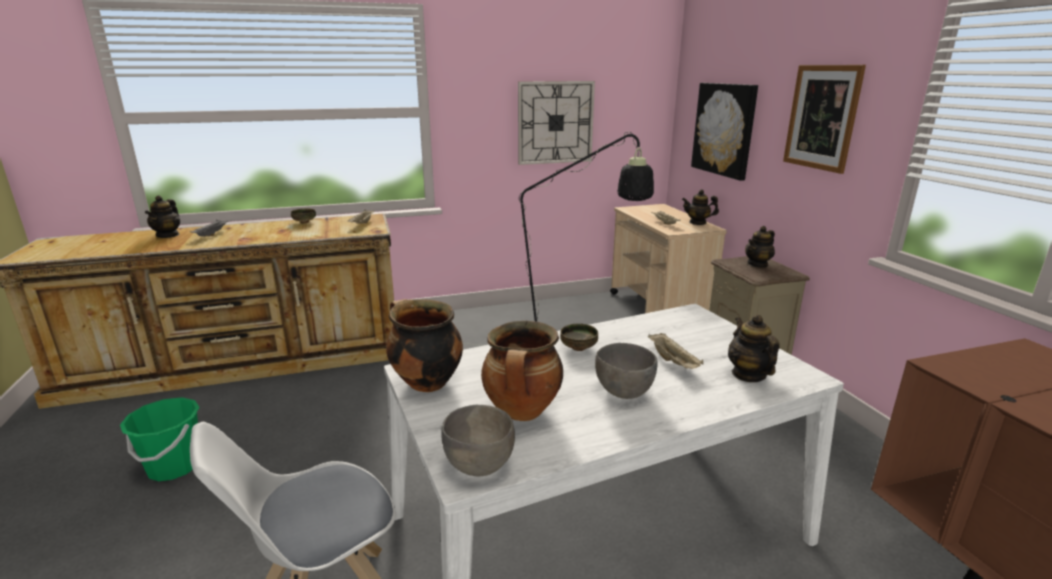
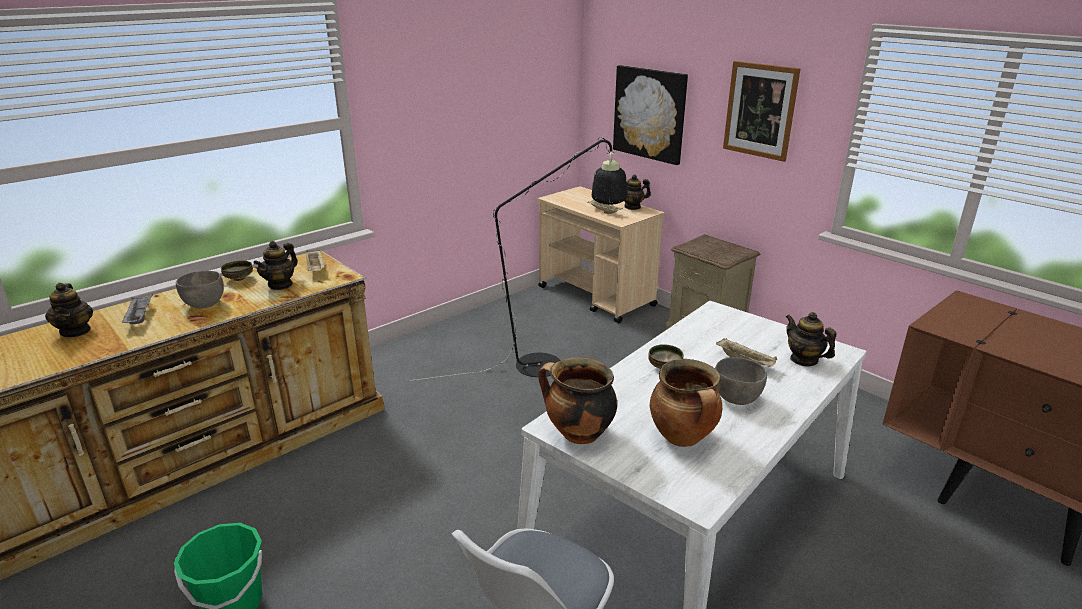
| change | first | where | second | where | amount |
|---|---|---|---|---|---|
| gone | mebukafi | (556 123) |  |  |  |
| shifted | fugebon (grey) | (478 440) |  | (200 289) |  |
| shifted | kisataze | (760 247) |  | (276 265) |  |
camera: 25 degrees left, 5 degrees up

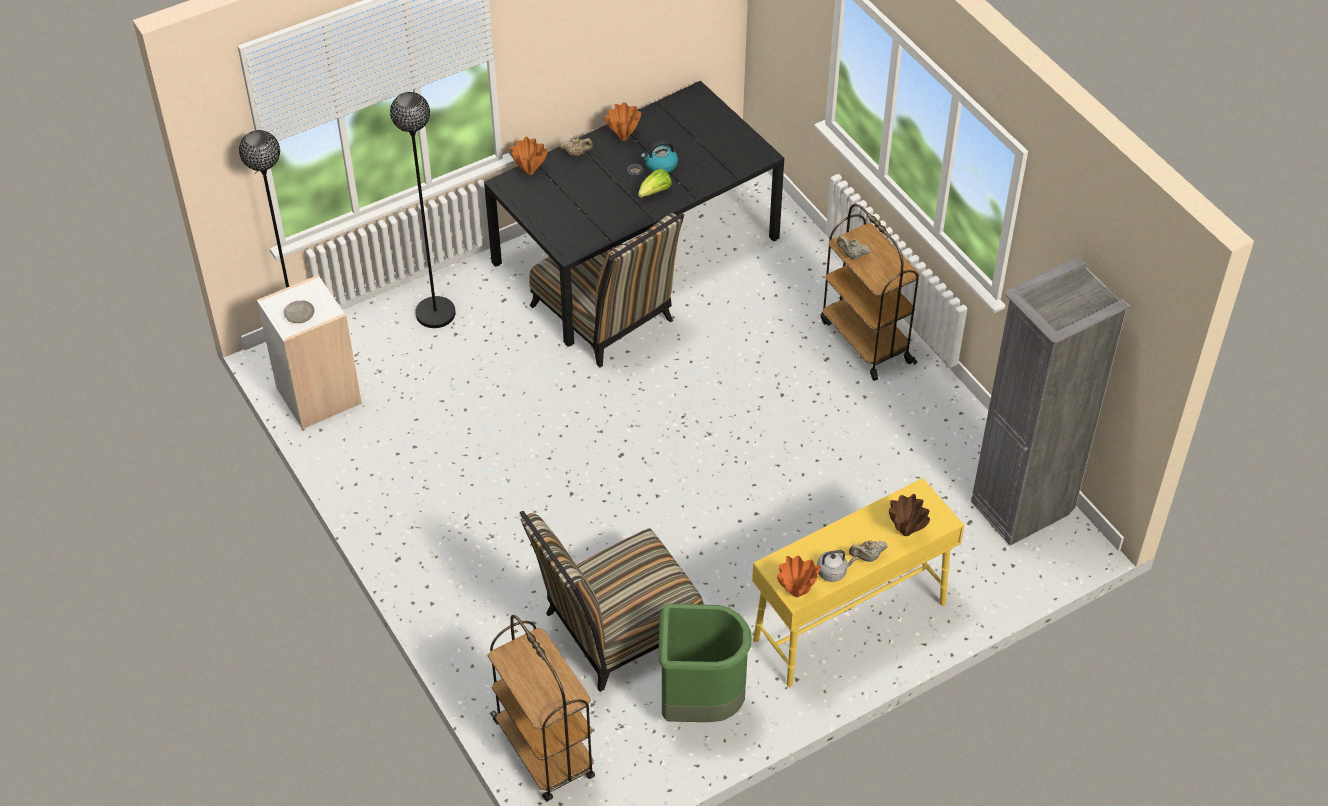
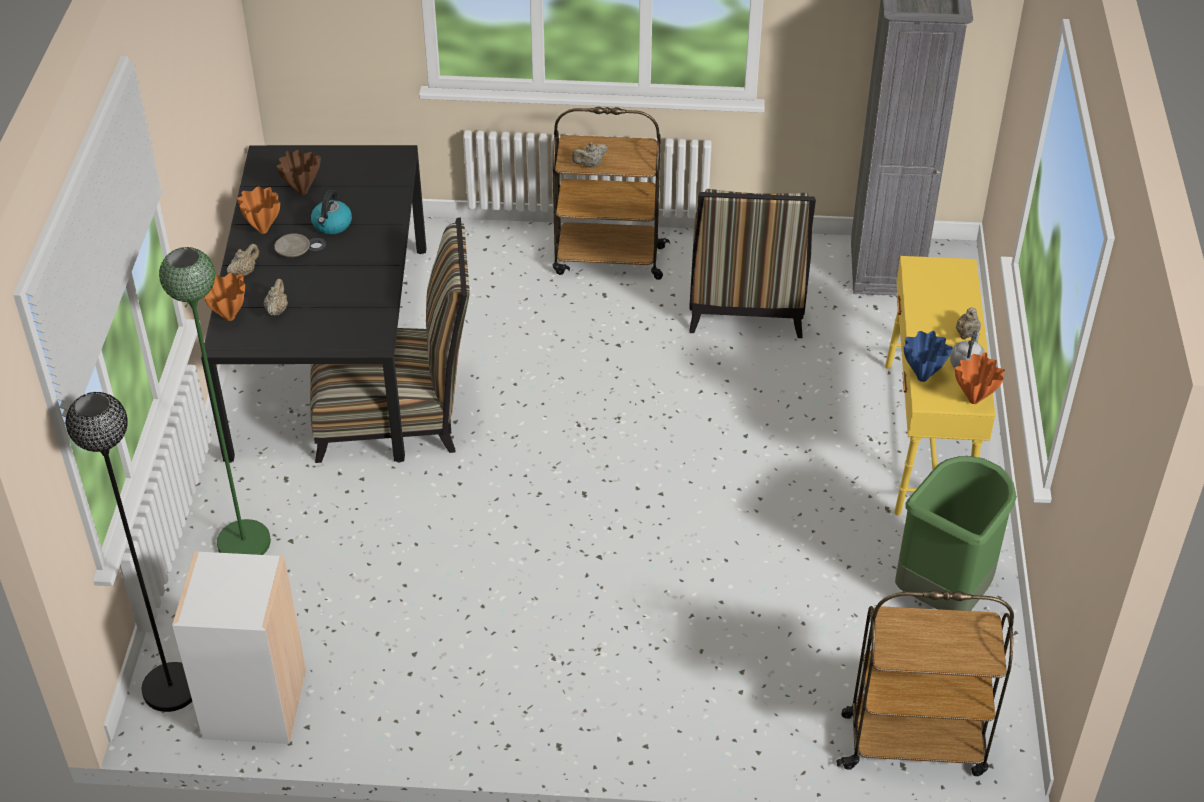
| change | first | where | second | where | amount |
|---|---|---|---|---|---|
| gone | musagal | (655 183) |  |  |  |
| new |  |  | kisataze (beige) | (276 297) |  |
| new |  |  | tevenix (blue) | (928 356) |  |
| shifted | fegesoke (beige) | (299 311) |  | (292 245) |  |
| shifted | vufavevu | (612 601) |  | (752 263) |  |
| shifted | tevenix (brown) | (909 515) |  | (298 172) |  |
| repainted | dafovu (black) | (423 210) | dafovu (green) | (215 401) |  |
camera: 55 degrees left, 5 degrees down

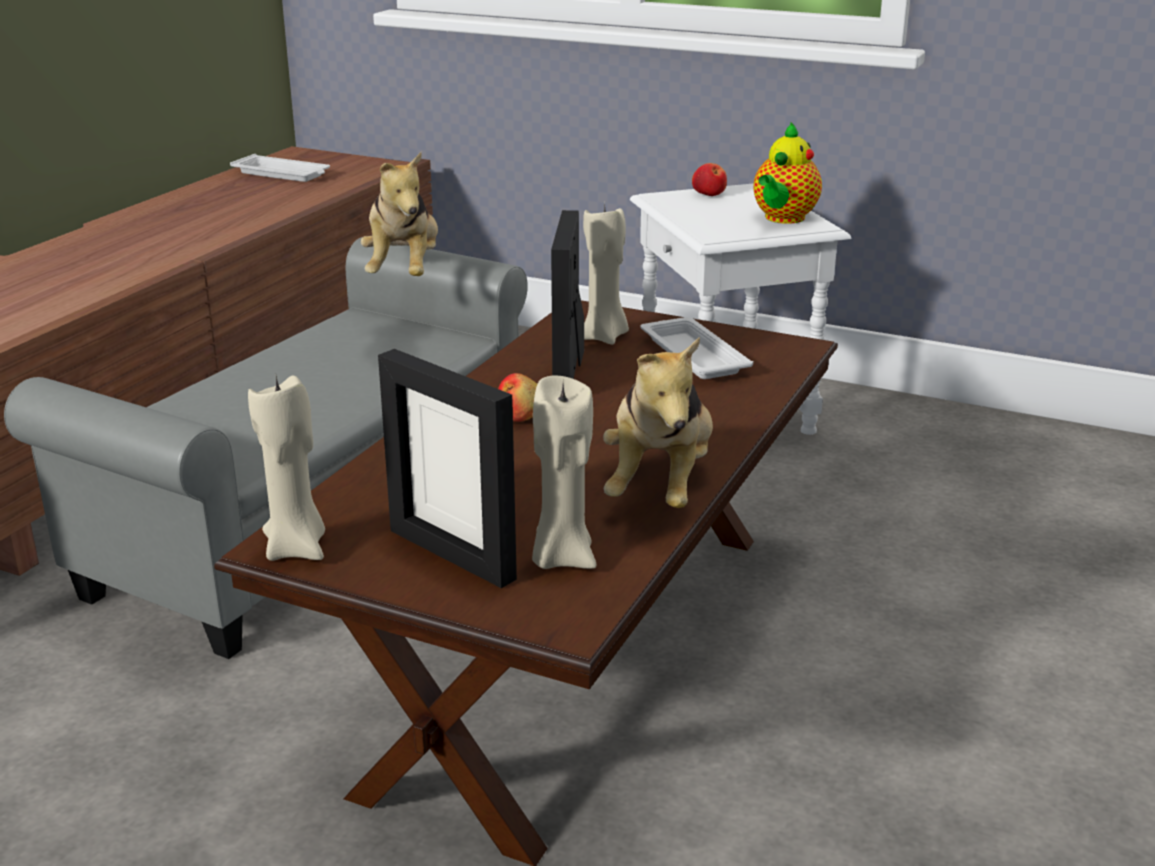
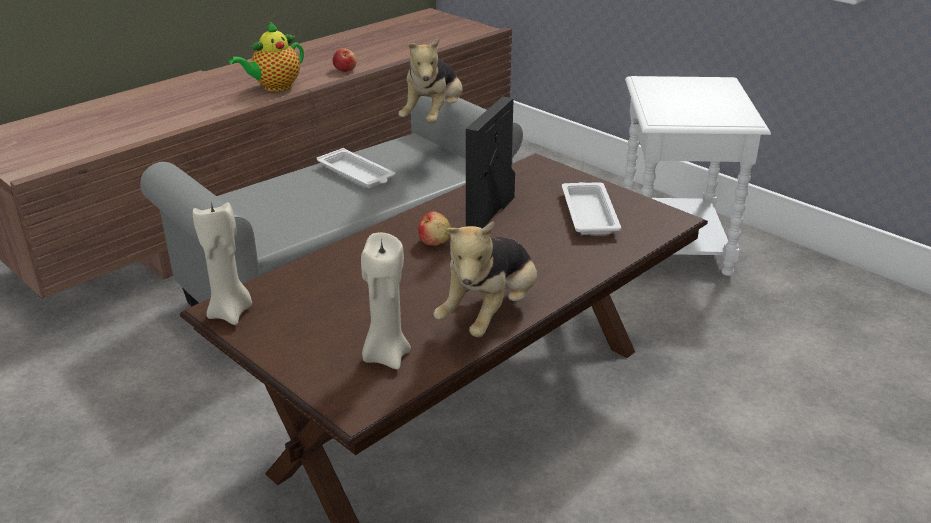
| change | first | where | second | where | amount |
|---|---|---|---|---|---|
| gone | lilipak | (447 468) |  |  |  |
| gone | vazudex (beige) | (606 274) |  |  |  |
| shifted | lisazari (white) | (280 168) |  | (356 168) |  |
| shifted | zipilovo | (709 179) |  | (345 60) |  |
| shifted | kisataze | (787 173) |  | (266 56) |  |
camera: 20 degrees right, 5 degrees up

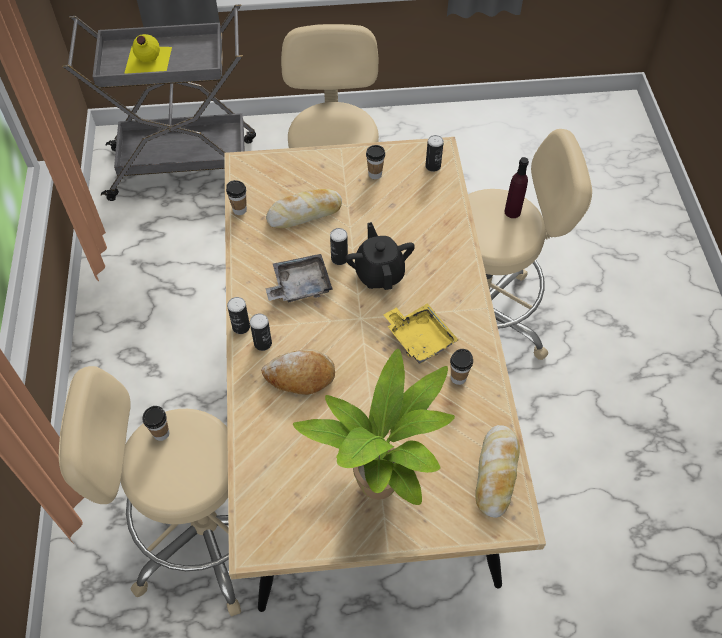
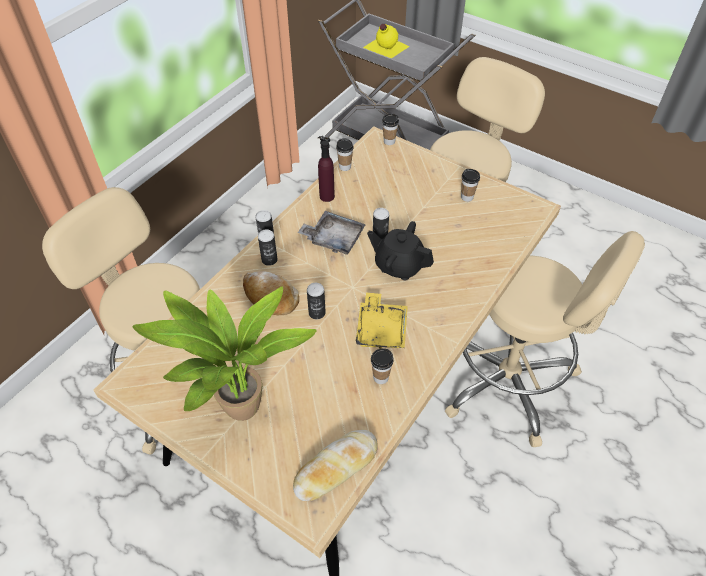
| change | first | where | second | where | amount |
|---|---|---|---|---|---|
| gone | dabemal | (304 208) |  |  |  |
| shifted | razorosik | (155 423) |  | (390 129) |  |
| shifted | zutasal | (434 153) |  | (316 301) |  |
| shifted | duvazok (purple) | (516 187) |  | (326 171) |  |
| rotated | kisataze (black) | (380 256) |  | (400 250) | 90 degrees counterclockwise |
camera: 40 degrees right, 5 degrees down

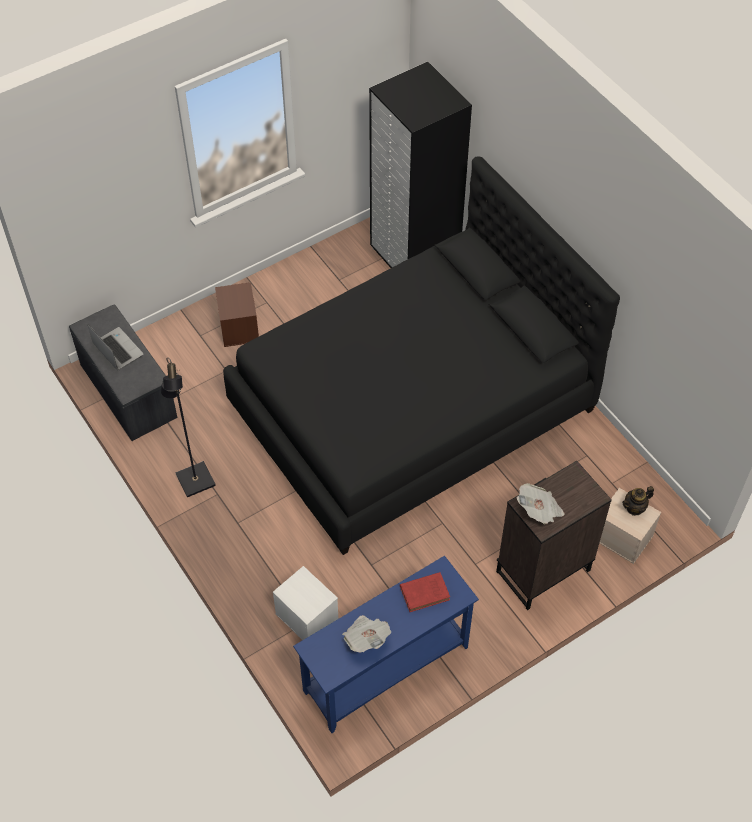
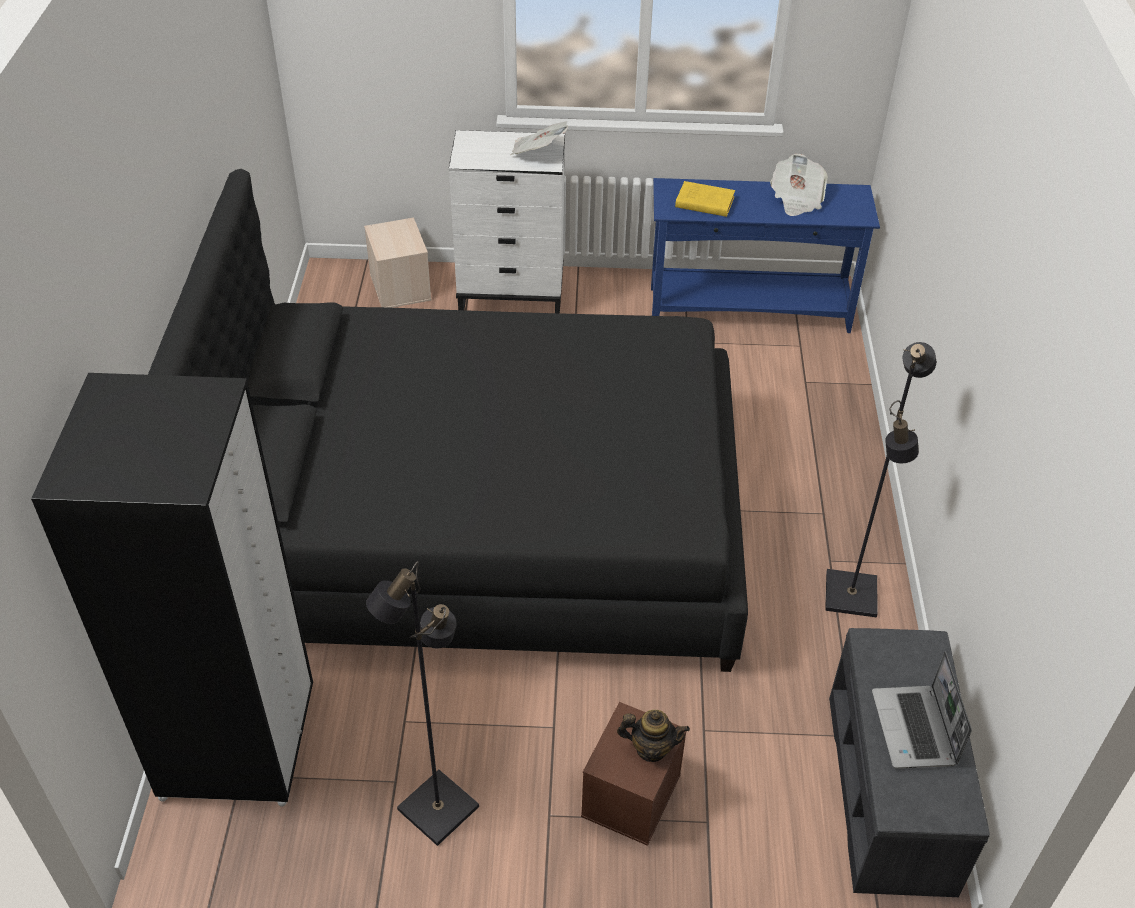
| change | first | where | second | where | amount |
|---|---|---|---|---|---|
| gone | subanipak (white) | (305 603) |  |  |  |
| new |  |  | dafovu (black) | (422 703) |  |
| shifted | kisataze | (638 501) |  | (653 736) |  |
| repainted | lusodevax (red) | (425 592) | lusodevax (yellow) | (705 199) |  |
| repainted | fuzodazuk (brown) | (554 535) | fuzodazuk (white) | (507 221) |  |
camera: 145 degrees left, 10 degrees down

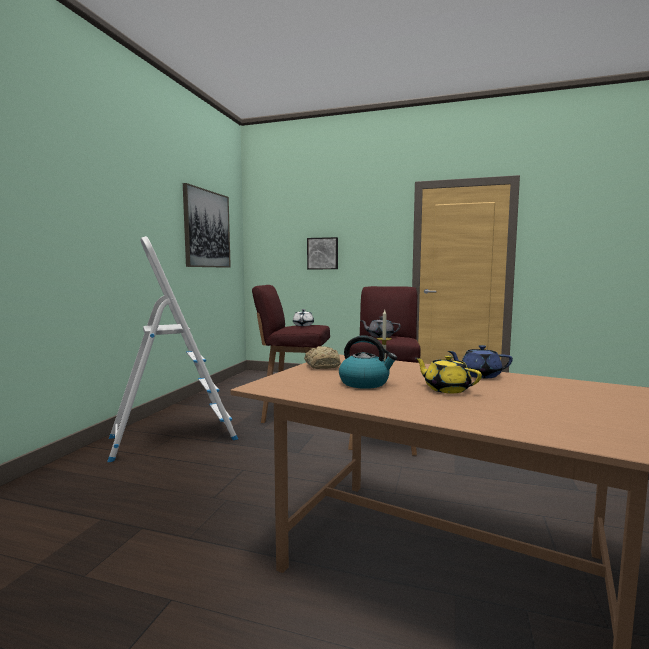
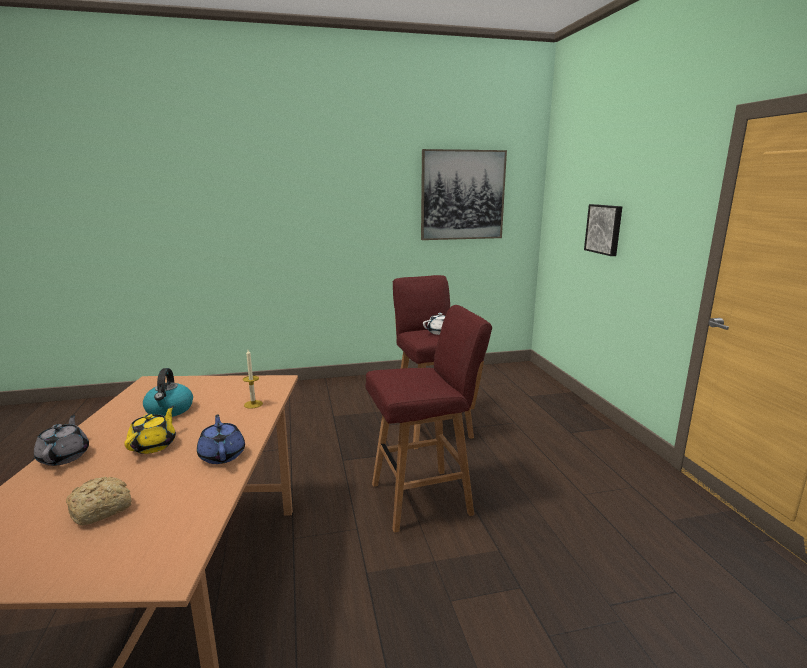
| change | first | where | second | where | amount |
|---|---|---|---|---|---|
| gone | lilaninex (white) | (172 349) |  |  |  |
| shifted | dabemal | (322 357) |  | (98 501) |  |
| shifted | kisataze (grey) | (380 327) |  | (61 440) |  |
camera: 60 degrees right, 10 degrees up

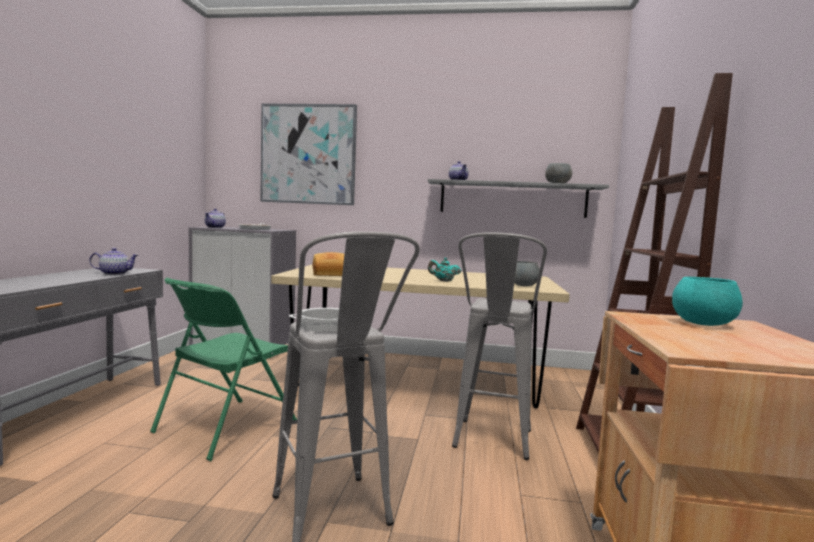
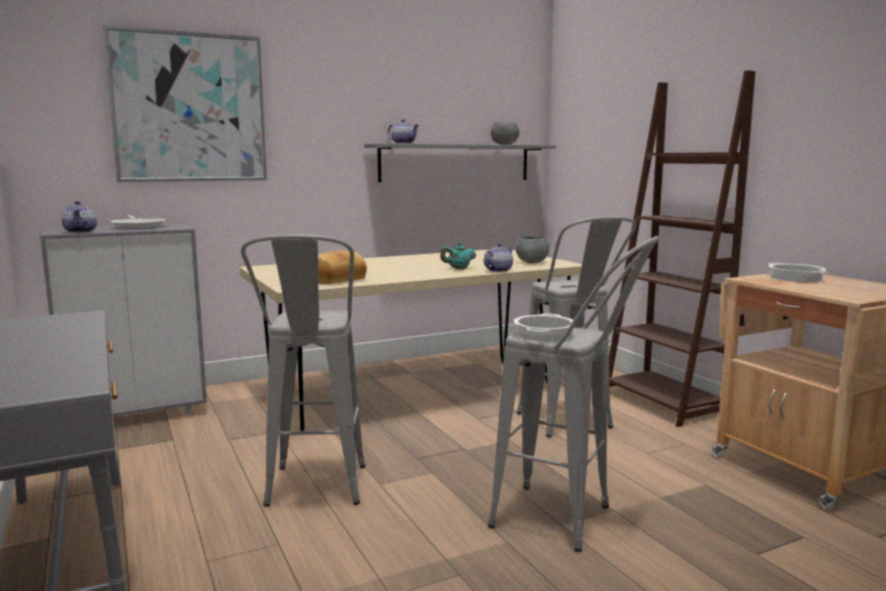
| change | first | where | second | where | amount |
|---|---|---|---|---|---|
| shifted | kisataze | (113 261) |  | (498 257) |  |
| swapped | vufavevu (green) | (223 369) | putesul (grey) | (303 370) |  |
| swapped | fugebon (turquoise) | (707 301) | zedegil | (797 272) |  |
camera: 35 degrees left, 5 degrees up

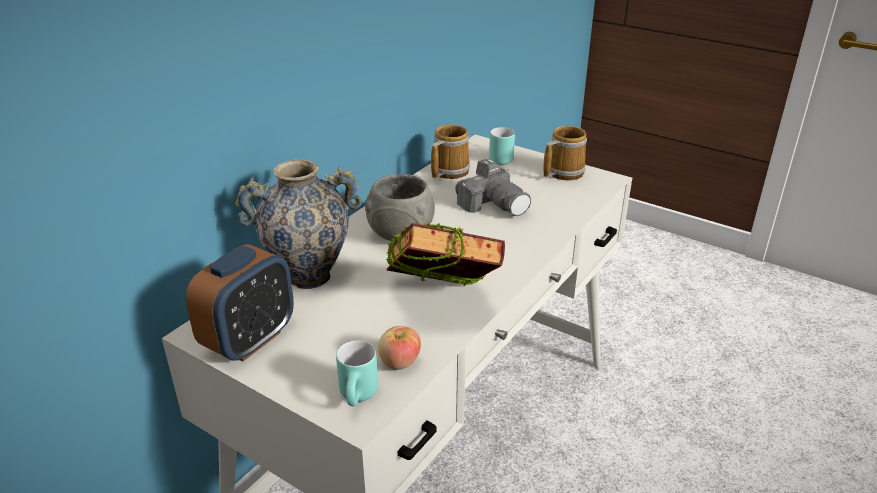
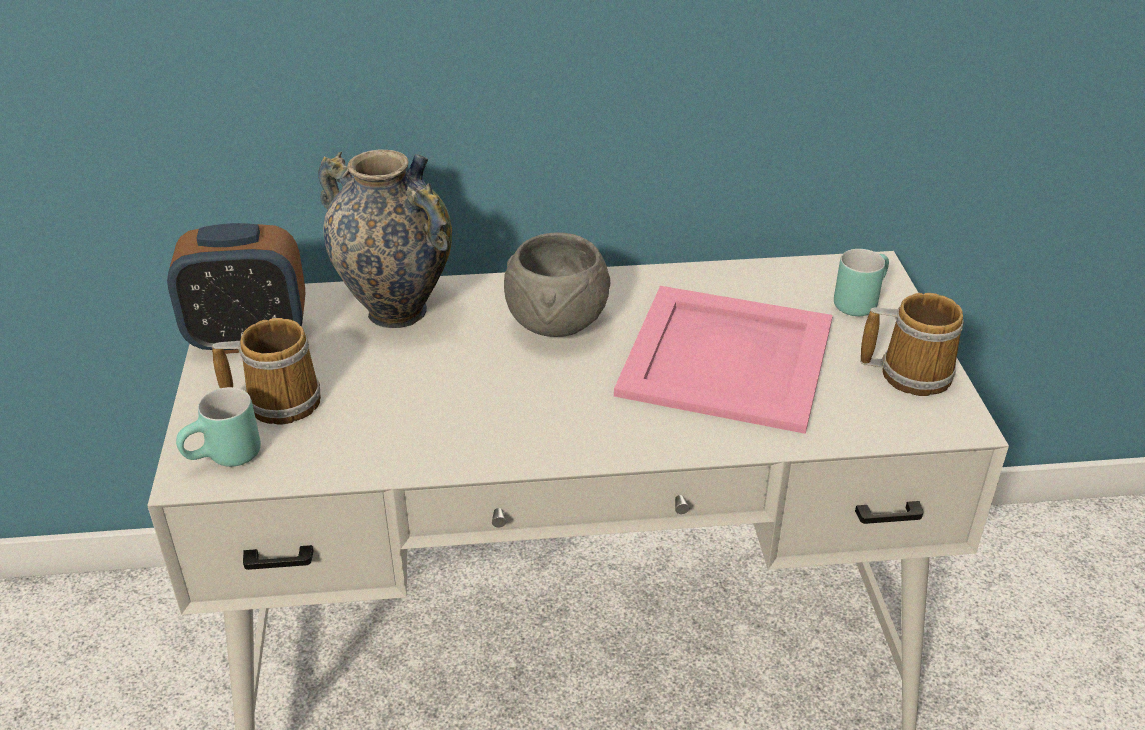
| change | first | where | second | where | amount |
|---|---|---|---|---|---|
| gone | zipilovo | (399 348) |  |  |  |
| gone | lusodevax | (445 254) |  |  |  |
| shifted | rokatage | (450 152) |  | (266 371) |  |
| swapped | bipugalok | (493 187) | lisazari (pink) | (723 360) |  |
camera: 50 degrees right, 5 degrees up

